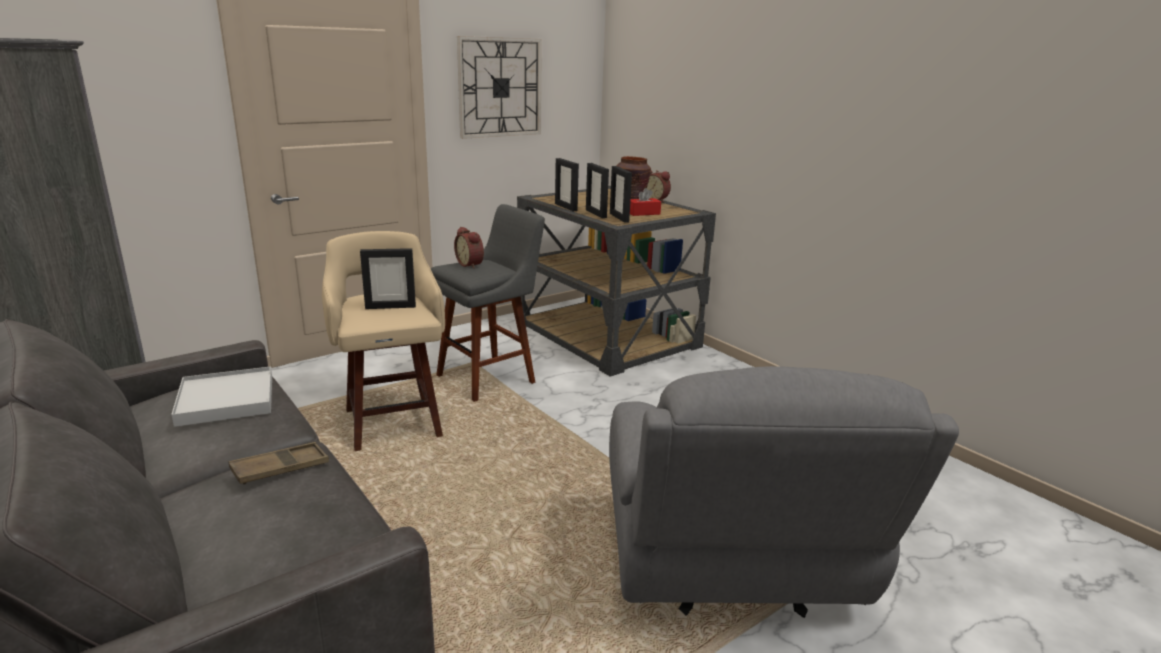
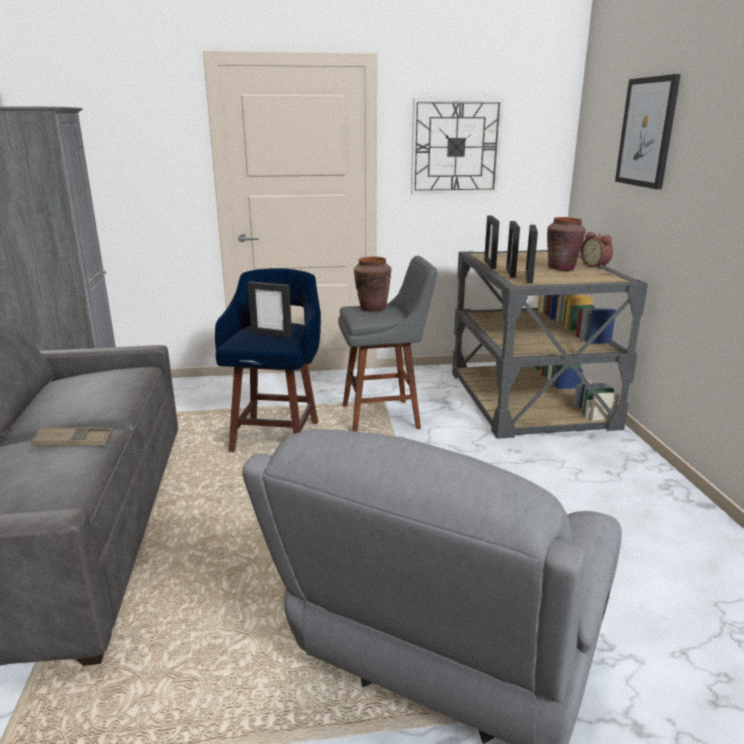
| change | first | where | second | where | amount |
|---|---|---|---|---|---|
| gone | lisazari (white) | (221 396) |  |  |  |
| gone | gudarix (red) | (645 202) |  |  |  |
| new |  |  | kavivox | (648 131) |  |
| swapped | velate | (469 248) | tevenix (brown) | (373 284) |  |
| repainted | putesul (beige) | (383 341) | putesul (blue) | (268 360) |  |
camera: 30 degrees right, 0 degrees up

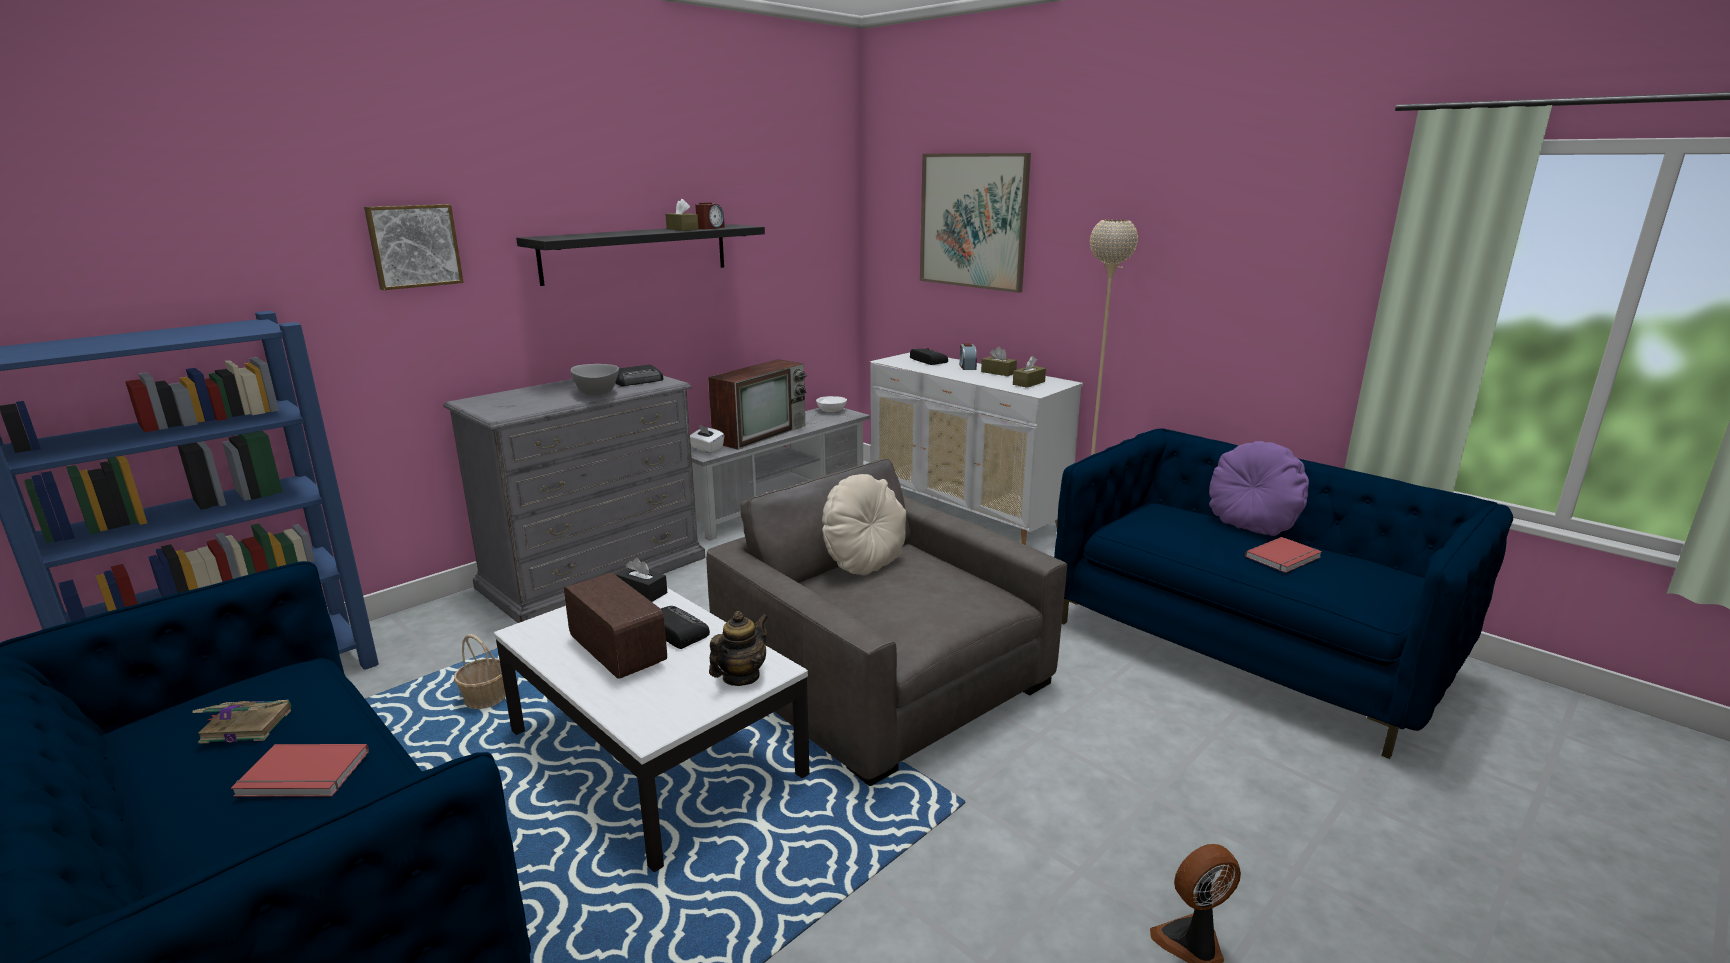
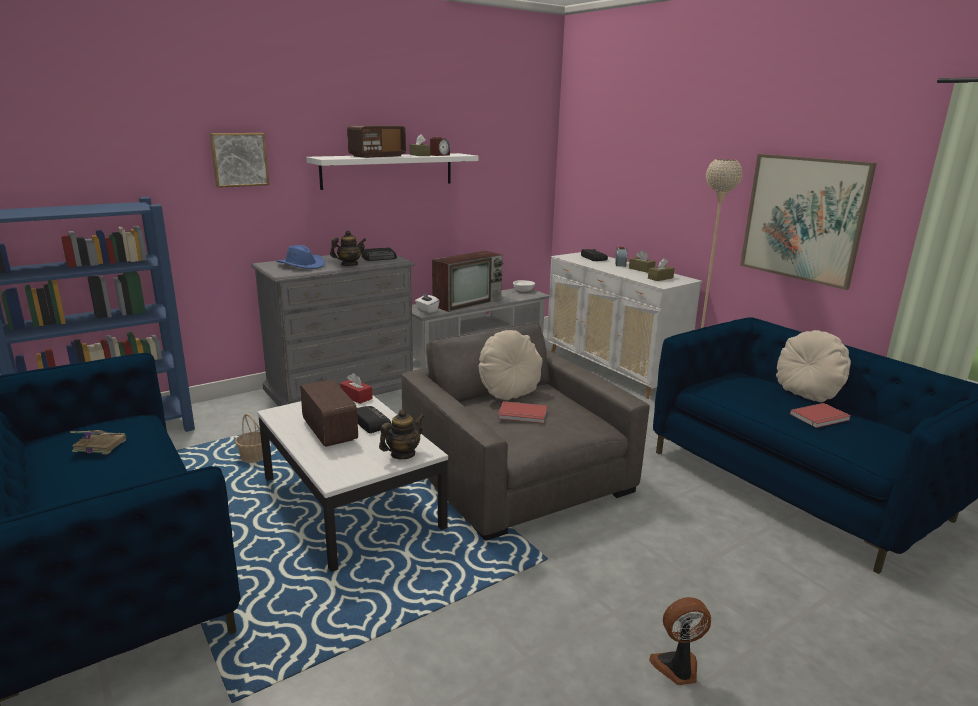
| change | first | where | second | where | amount |
|---|---|---|---|---|---|
| new |  |  | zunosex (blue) | (300 257) |  |
| new |  |  | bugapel | (376 141) |  |
| shifted | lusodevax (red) | (300 770) |  | (522 412) |  |
| shifted | kavivox | (975 223) |  | (808 222) |  |
| swapped | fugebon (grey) | (595 379) | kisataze | (348 248) |  |
| repainted | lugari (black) | (640 255) | lugari (white) | (392 171) |  |
| repainted | gudarix (black) | (641 580) | gudarix (red) | (356 388) |  |
| repainted | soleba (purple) | (1259 488) | soleba (beige) | (813 366) |  |
camera: 10 degrees right, 0 degrees up

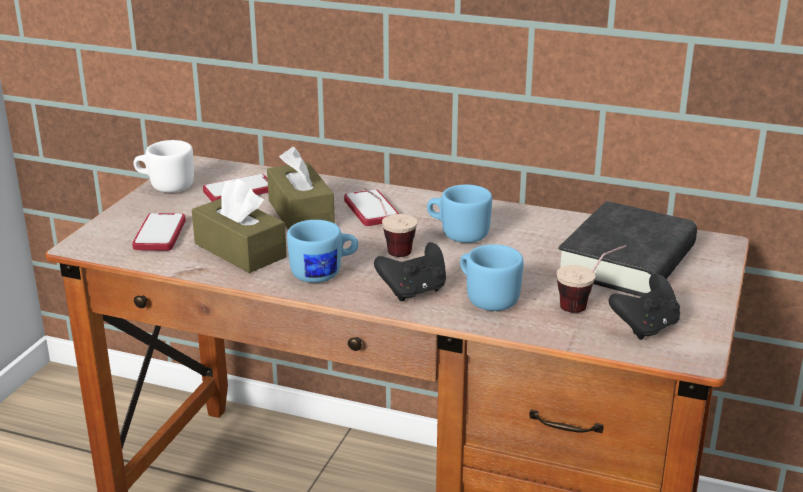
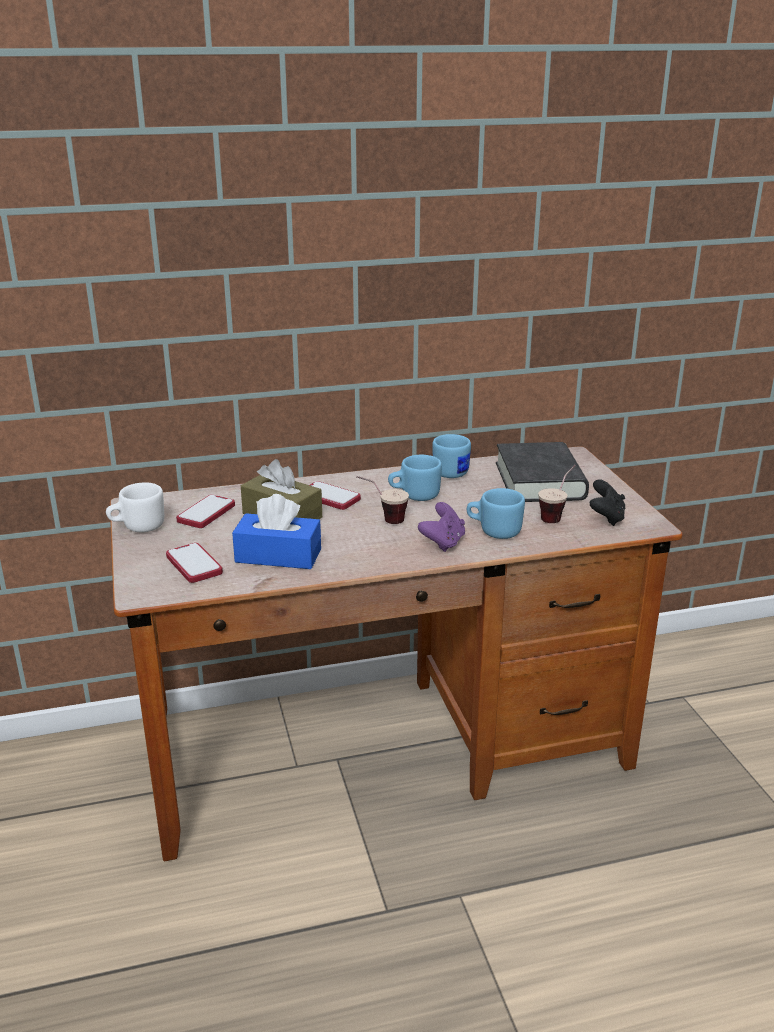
| change | first | where | second | where | amount |
|---|---|---|---|---|---|
| shifted | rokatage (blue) | (322 251) |  | (451 456) |  |
| repainted | gudarix (brown) | (239 226) | gudarix (blue) | (276 531) |  |
| repainted | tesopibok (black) | (410 271) | tesopibok (purple) | (441 527) |  |
camera: 35 degrees left, 0 degrees up

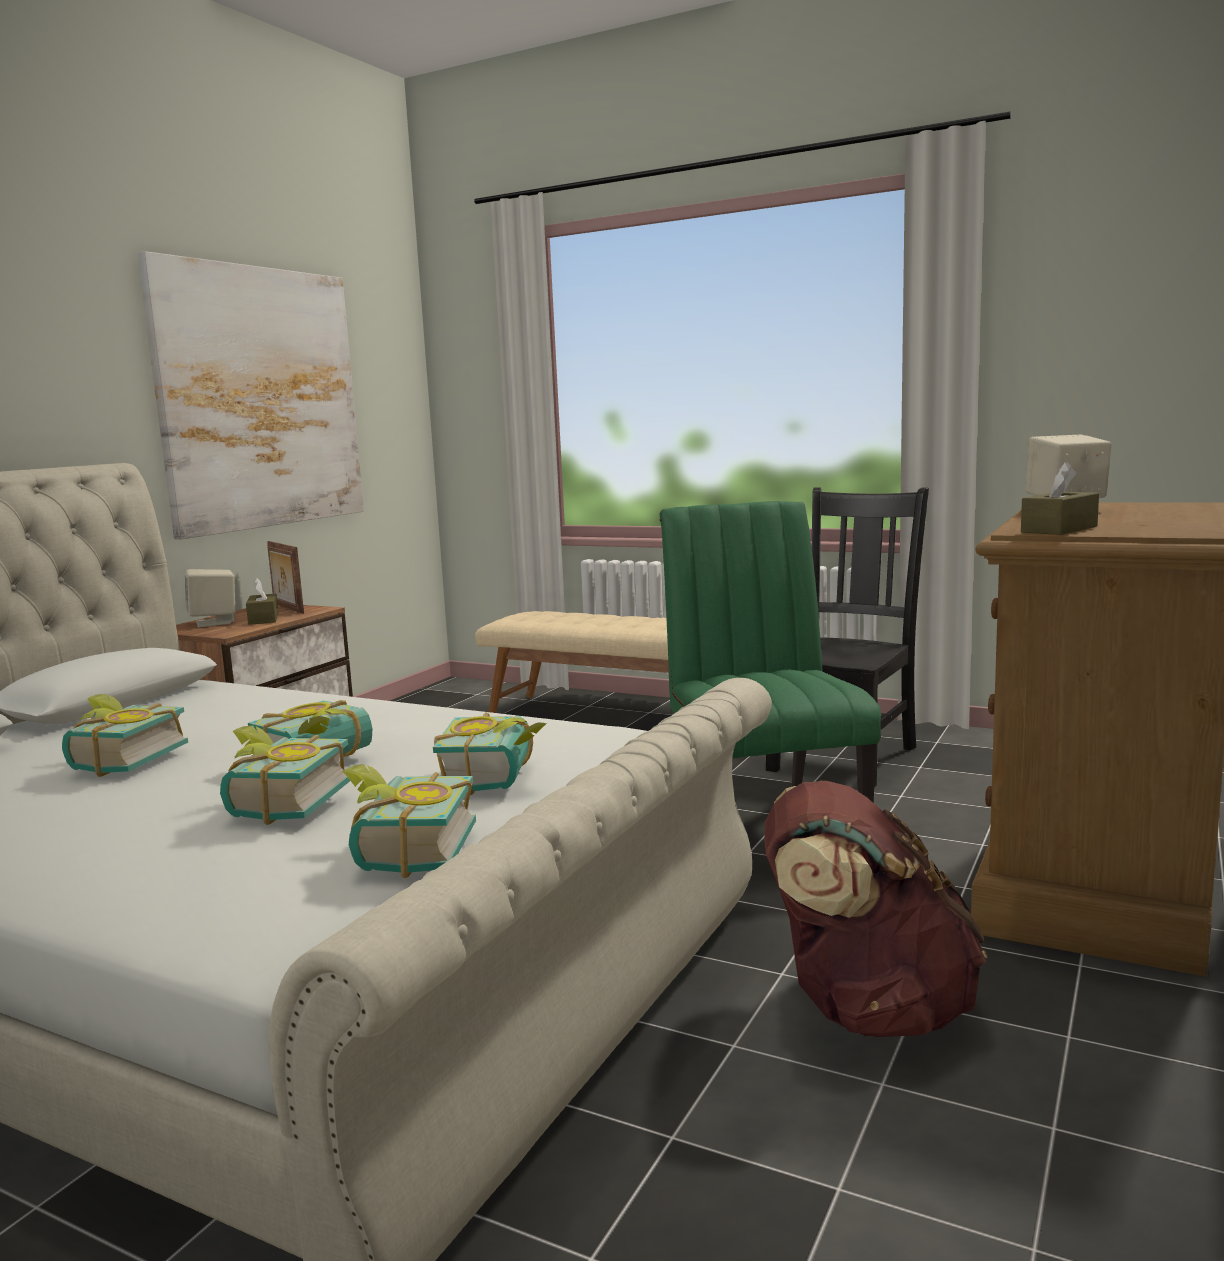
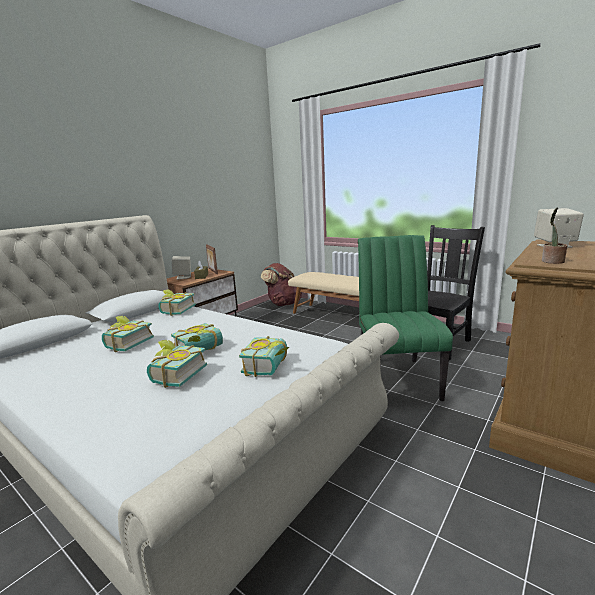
| change | first | where | second | where | amount |
|---|---|---|---|---|---|
| gone | kavivox | (250 395) |  |  |  |
| shifted | lusodevax | (409 821) |  | (177 302) |  |
| shifted | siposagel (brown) | (875 909) |  | (281 284) |  |
| swapped | gudarix (brown) | (1060 498) | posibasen | (554 235) |  |
camera: 10 degrees right, 5 degrees up

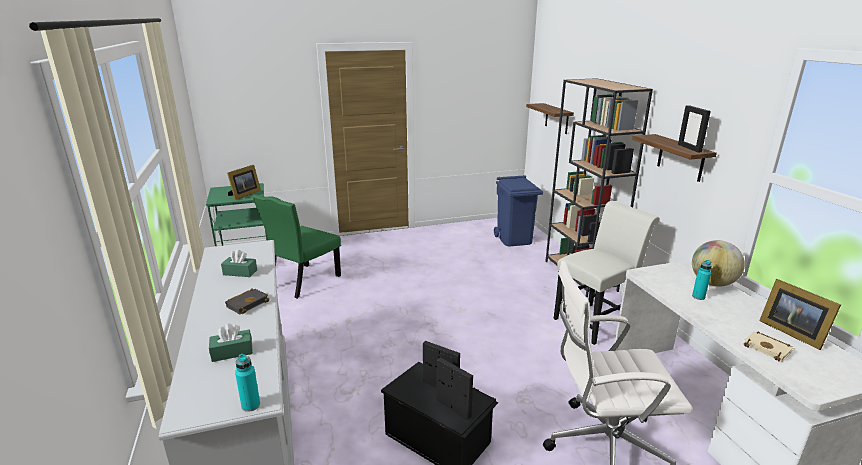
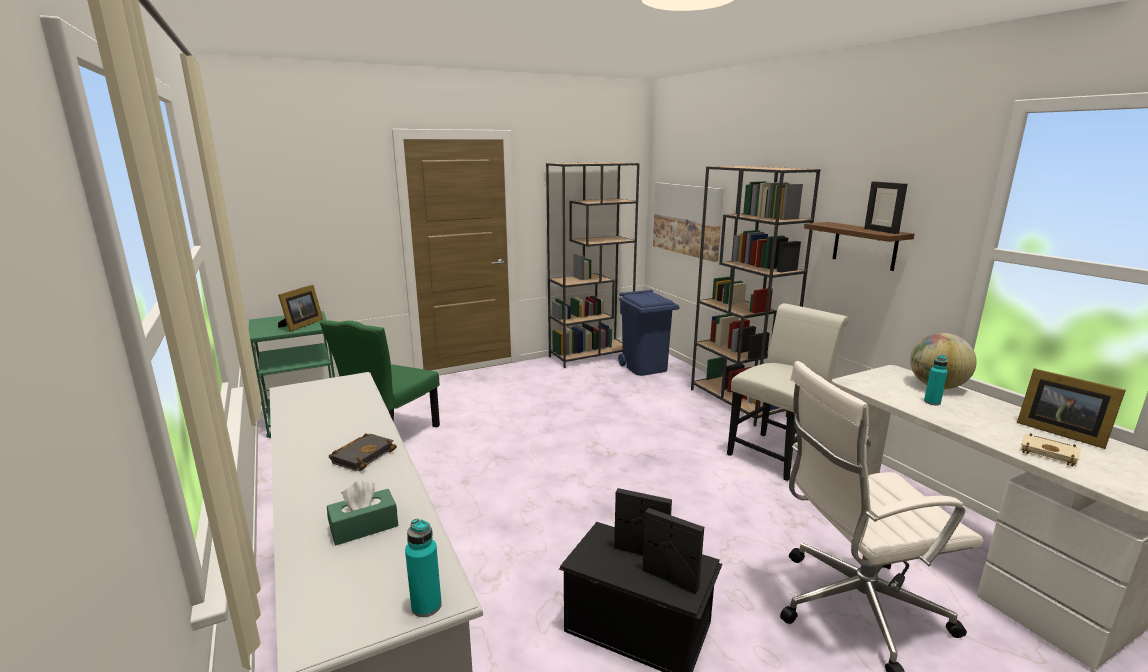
| change | first | where | second | where | amount |
|---|---|---|---|---|---|
| gone | gudarix (green) | (239 263) |  |  |  |
| new |  |  | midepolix | (593 265) |  |
| swapped | lugari | (550 118) | kavivox | (688 222) |  |
camera: 10 degrees left, 5 degrees down

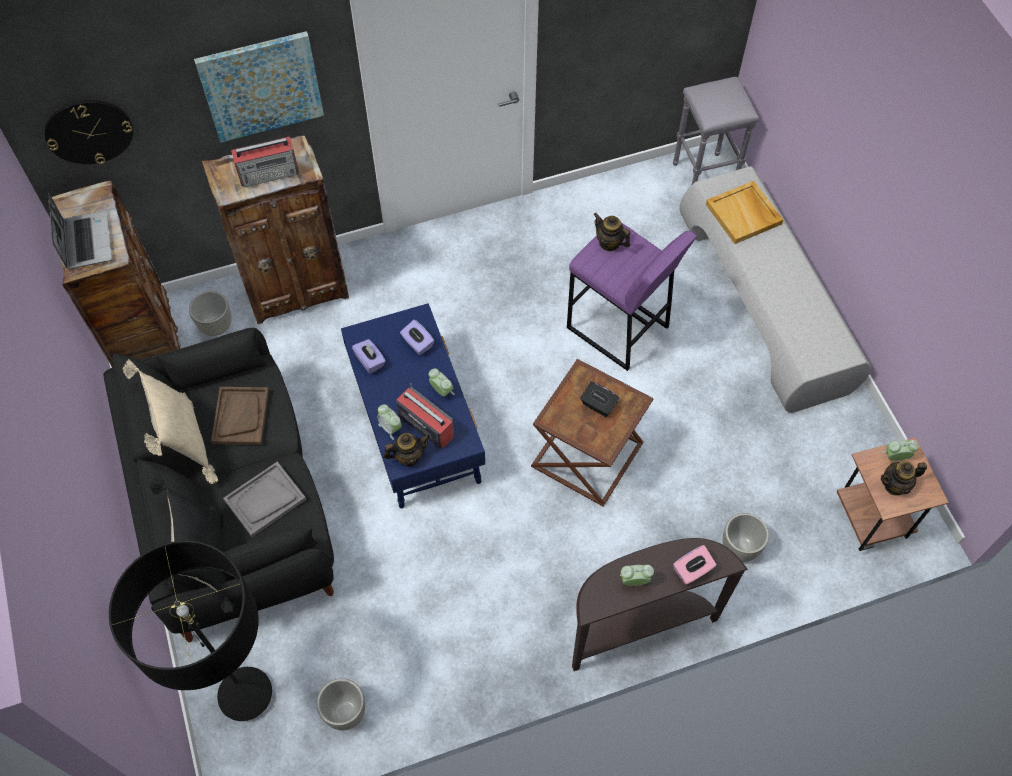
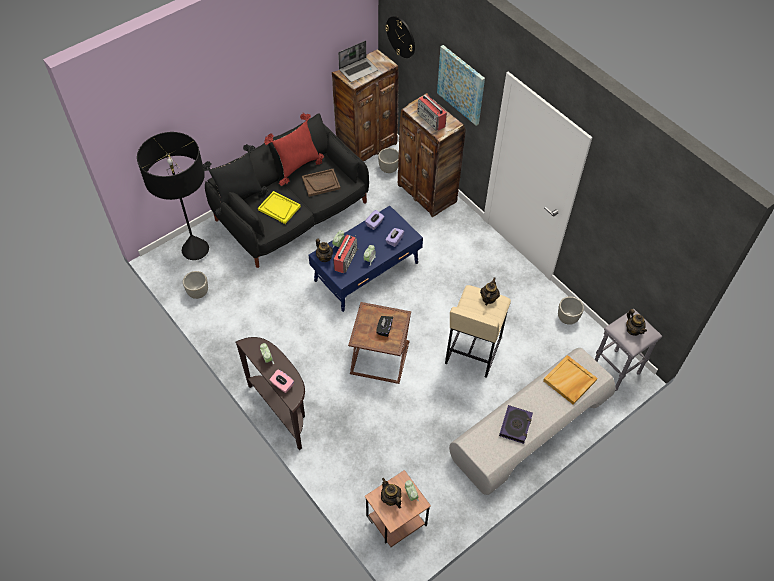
| change | first | where | second | where | amount |
|---|---|---|---|---|---|
| new |  |  | lusodevax | (516 424) |  |
| new |  |  | kisataze | (636 322) |  |
| shifted | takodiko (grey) | (746 537) |  | (571 310) |  |
| repainted | soleba (beige) | (170 421) | soleba (red) | (294 149) |  |
| repainted | lisazari (grey) | (264 499) | lisazari (yellow) | (279 207) |  |
| repainted | putesul (purple) | (632 296) | putesul (beige) | (478 331) |  |
camera: 70 degrees right, 5 degrees down

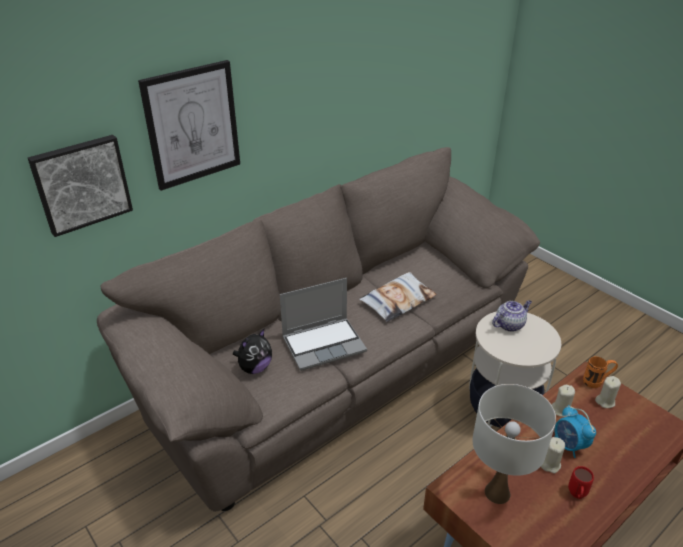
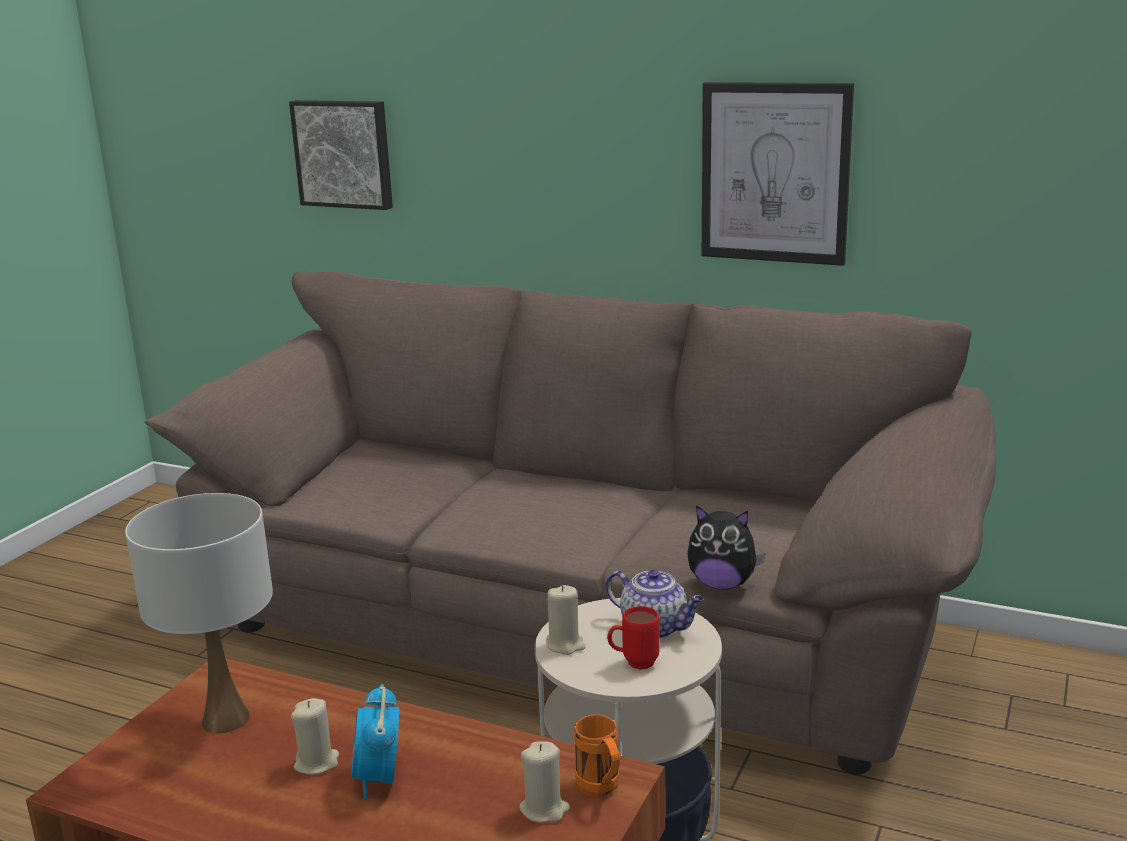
| change | first | where | second | where | amount |
|---|---|---|---|---|---|
| gone | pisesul | (323 324) |  |  |  |
| gone | soleba | (398 297) |  |  |  |
| shifted | kavivox | (189 125) |  | (778 174) |  |
| shifted | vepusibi | (252 351) |  | (727 547) |  |
| shifted | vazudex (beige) | (563 401) |  | (565 620) |  |
| shifted | rokatage (red) | (581 482) |  | (633 637) |  |
| rotated | velate | (575 431) |  | (375 741) | 45 degrees counterclockwise |
camera: 65 degrees right, 15 degrees down

